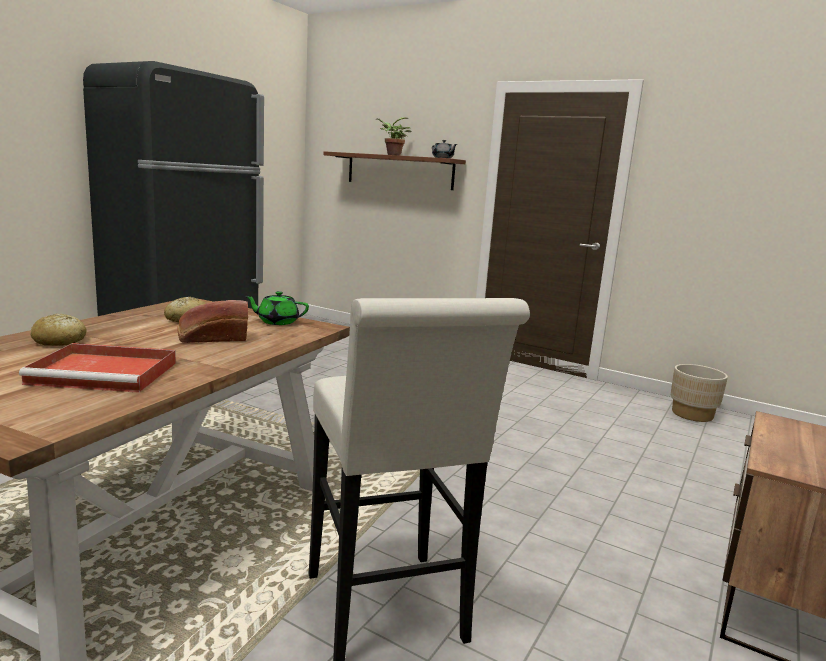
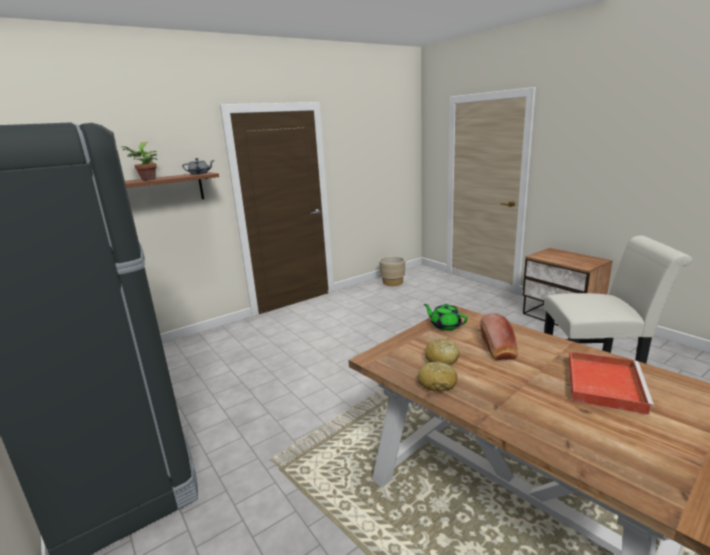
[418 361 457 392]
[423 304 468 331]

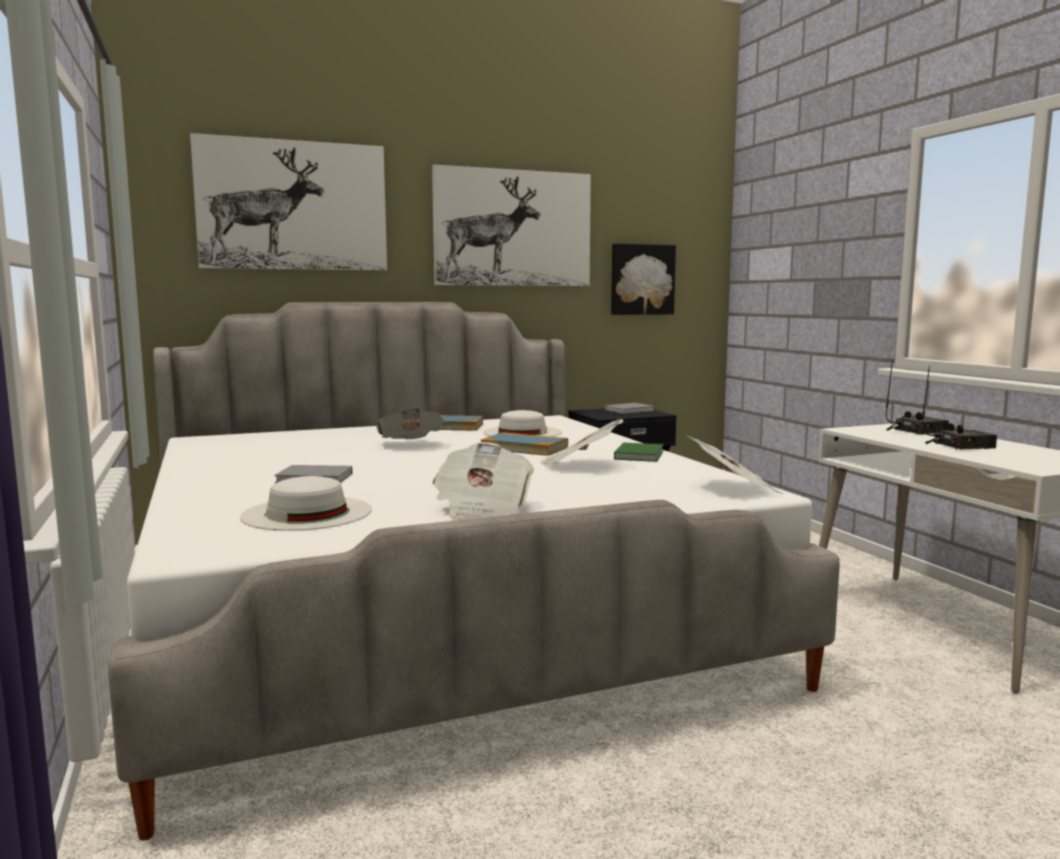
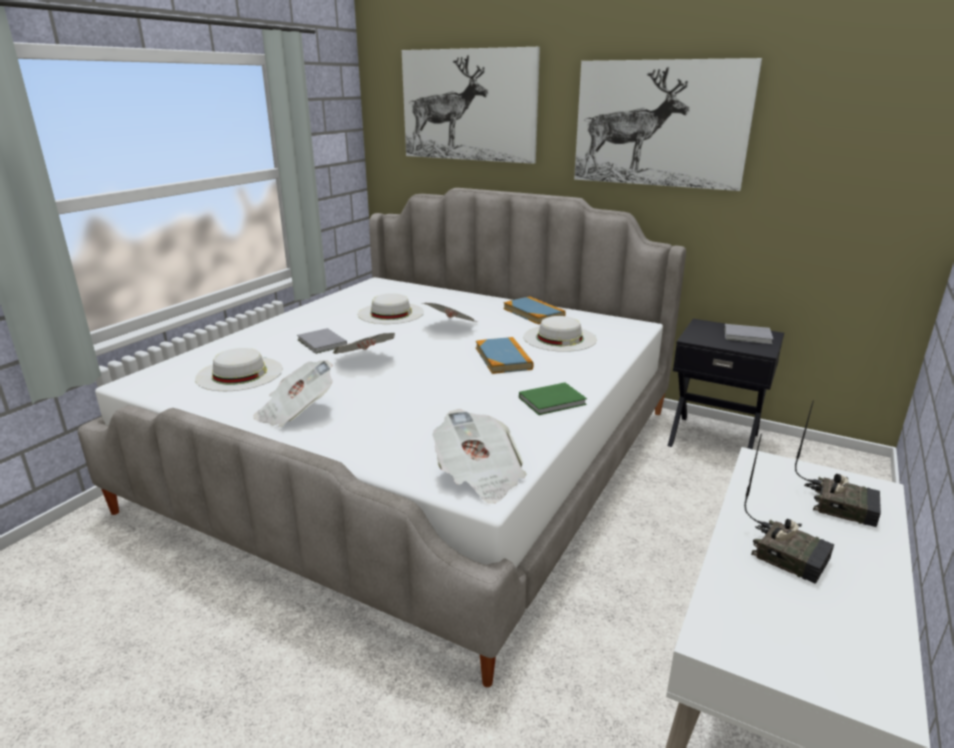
[333 333 395 354]
[611 244 676 315] (first image)
[358 293 424 324]

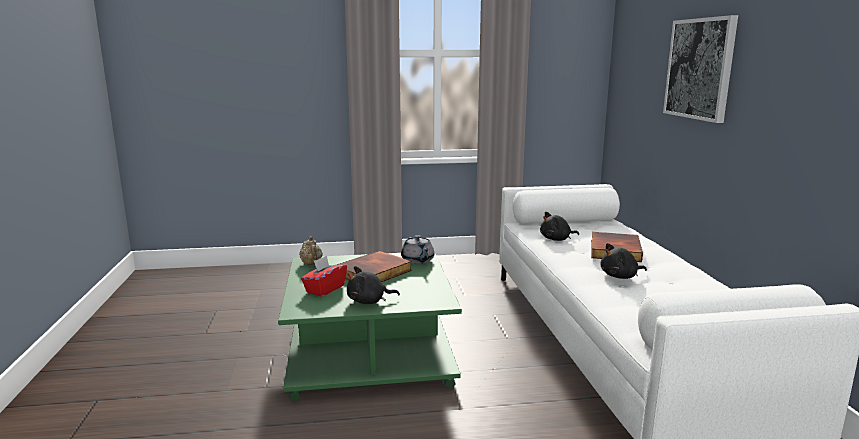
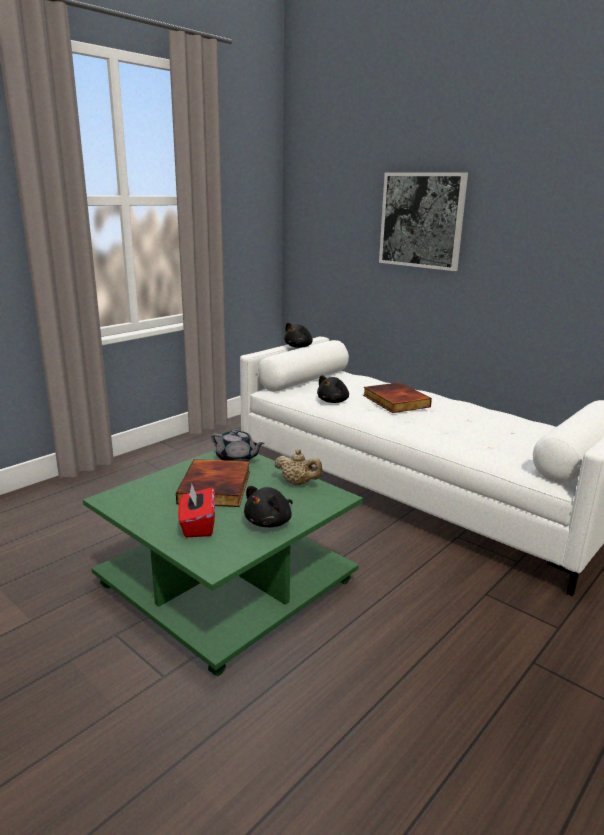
[274 449 323 485]
[284 323 313 348]

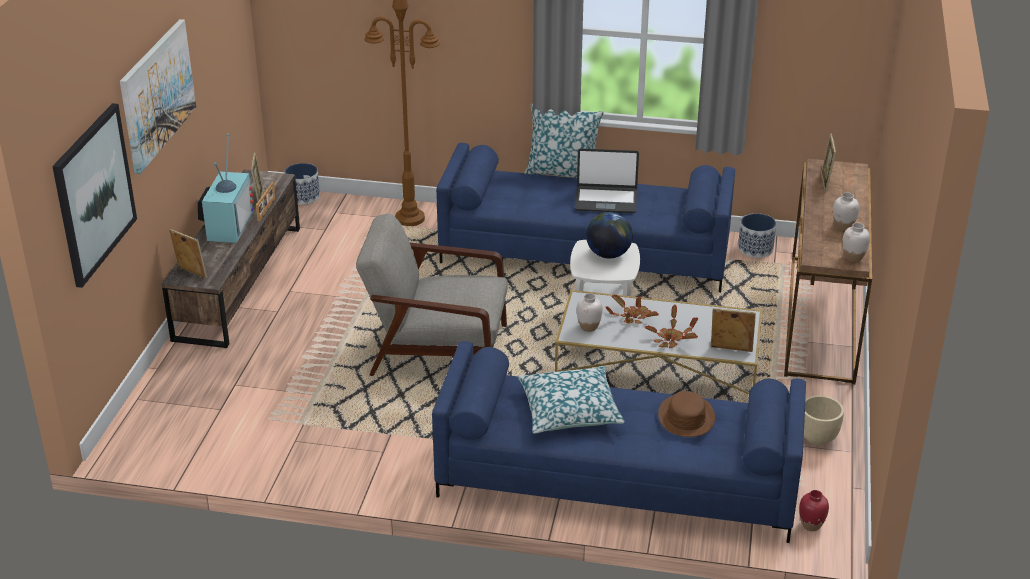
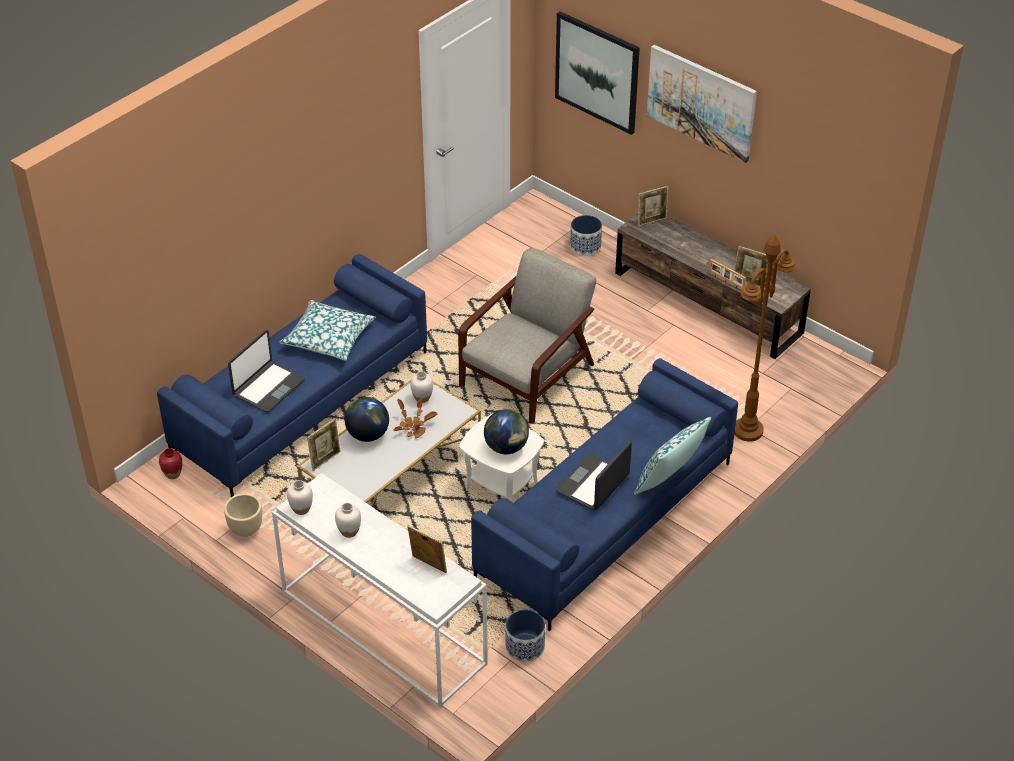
[198 133 254 243] (first image)
[570 215 602 256]
[345 397 389 442]
[228 330 305 413]
[272 473 488 708]

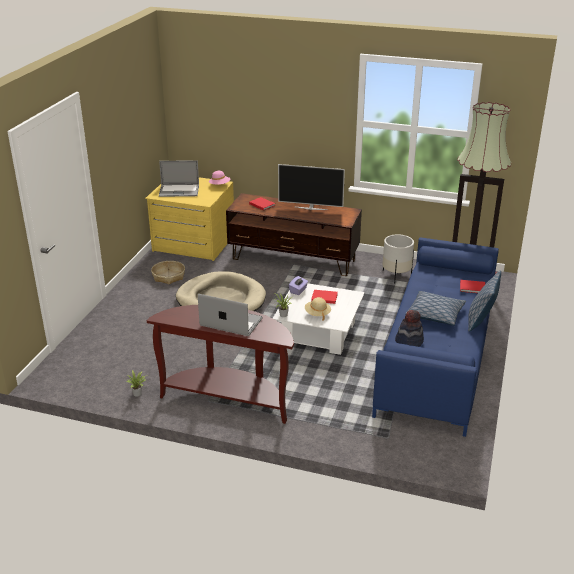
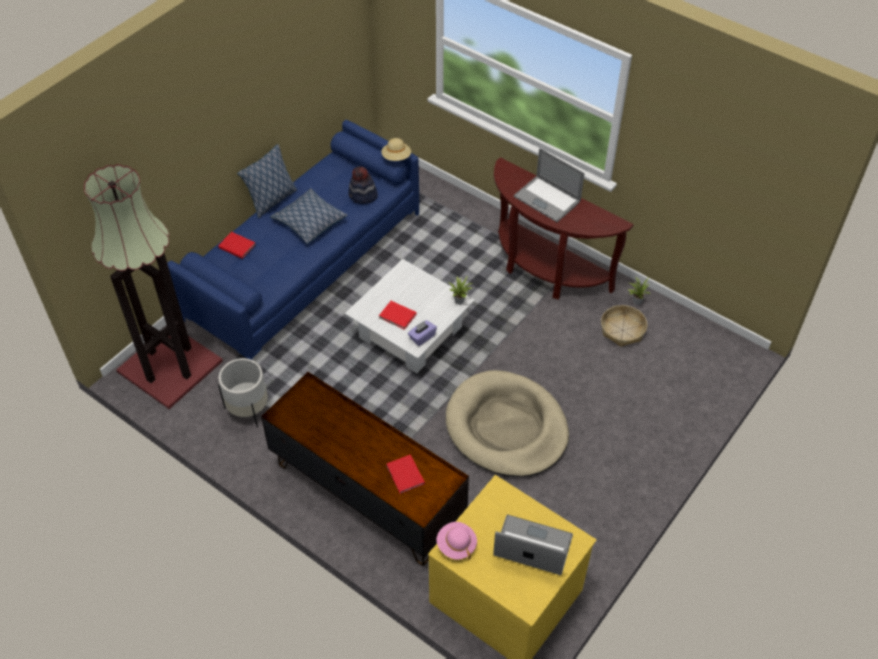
[601 305 647 347]
[278 164 345 210] (first image)
[381 138 411 161]

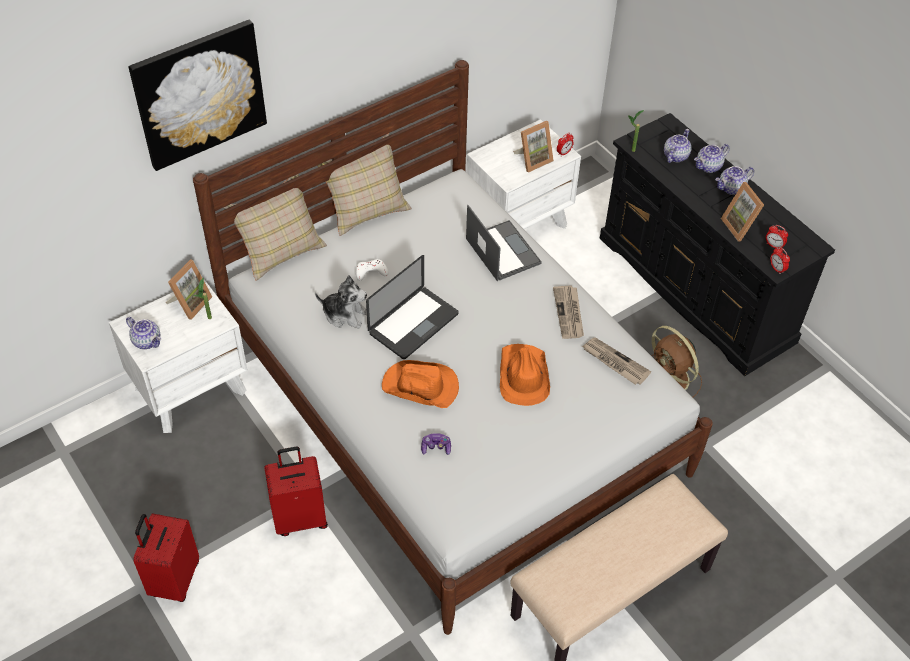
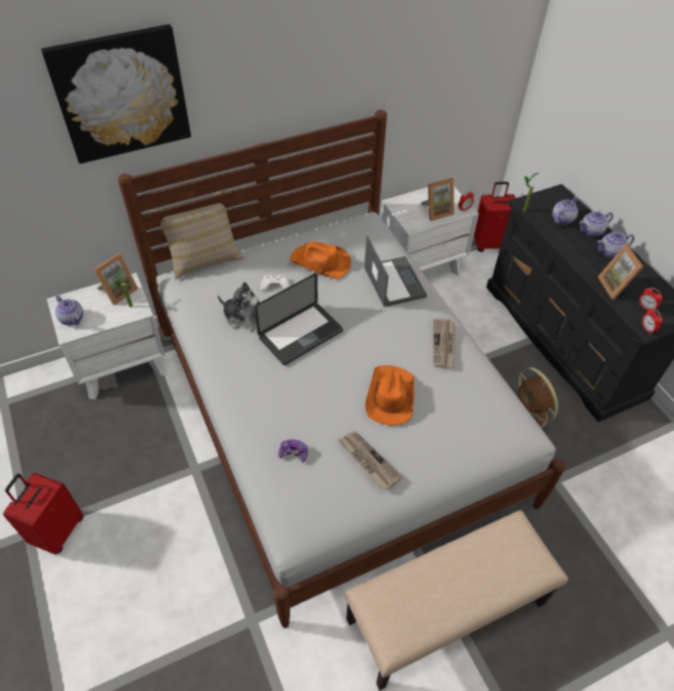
[474 182 515 252]
[317 133 412 236] (first image)
[290 241 351 279]
[338 432 403 490]

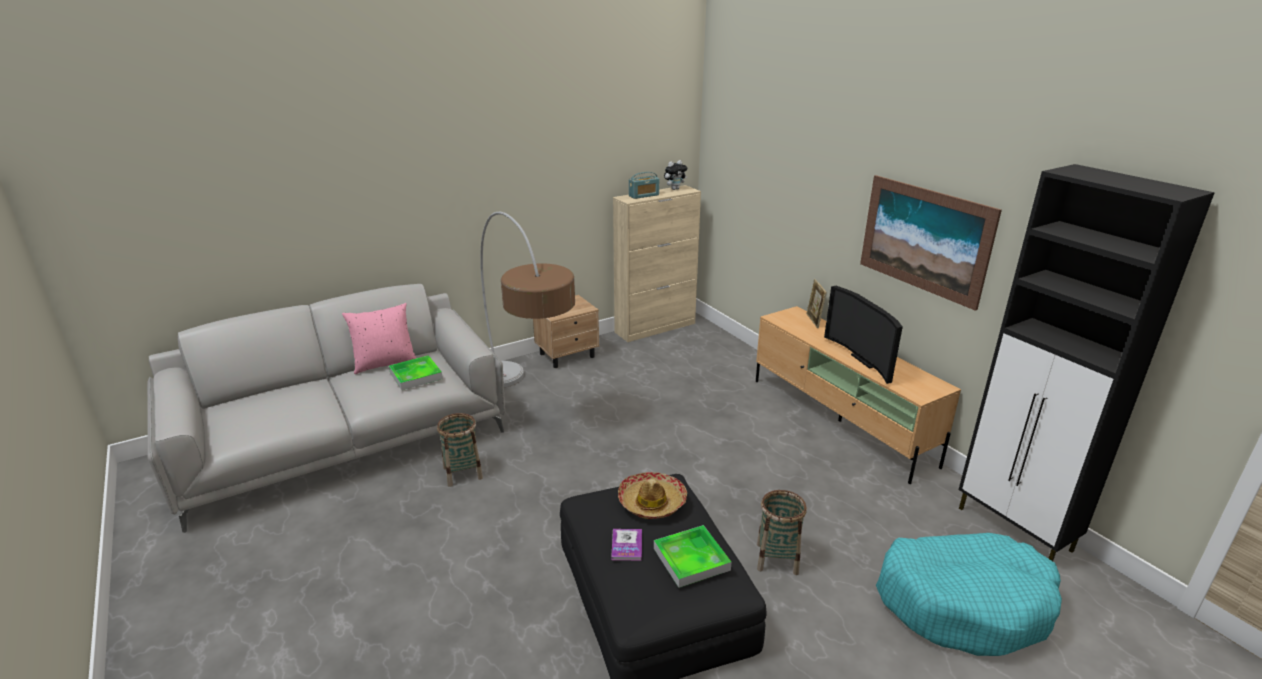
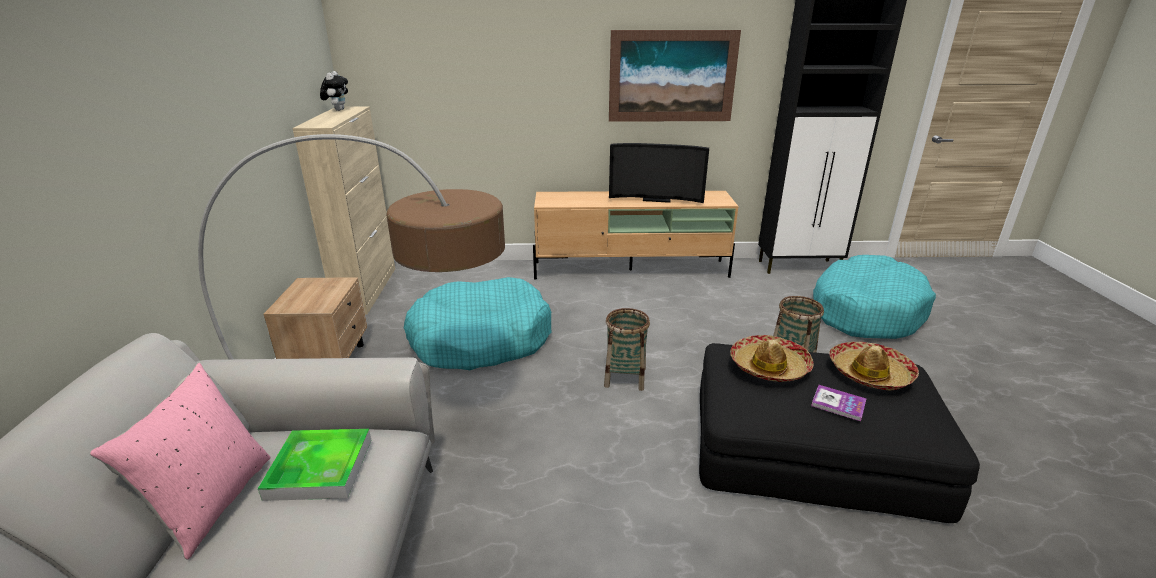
[604 308 650 391]
[629 172 659 199] (first image)
[829 342 919 390]
[806 279 827 328] (first image)
[404 277 551 370]

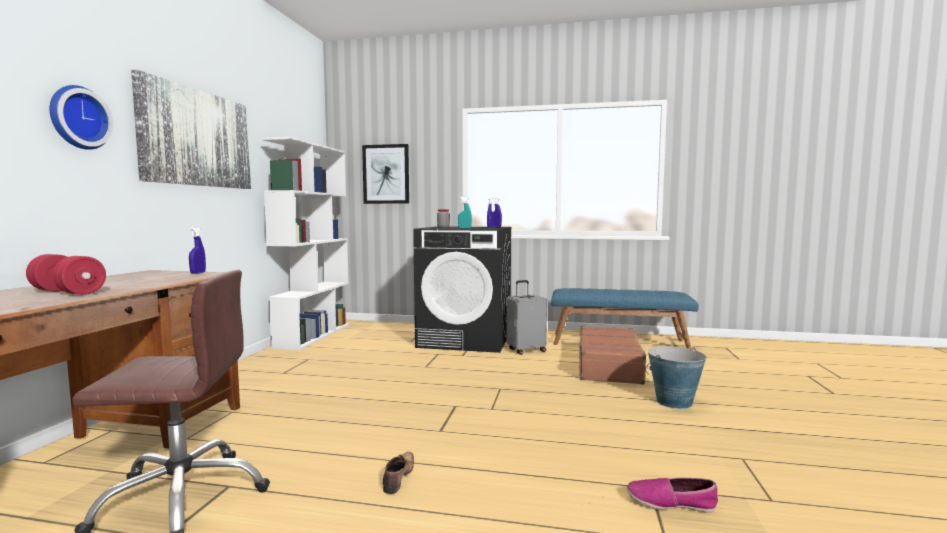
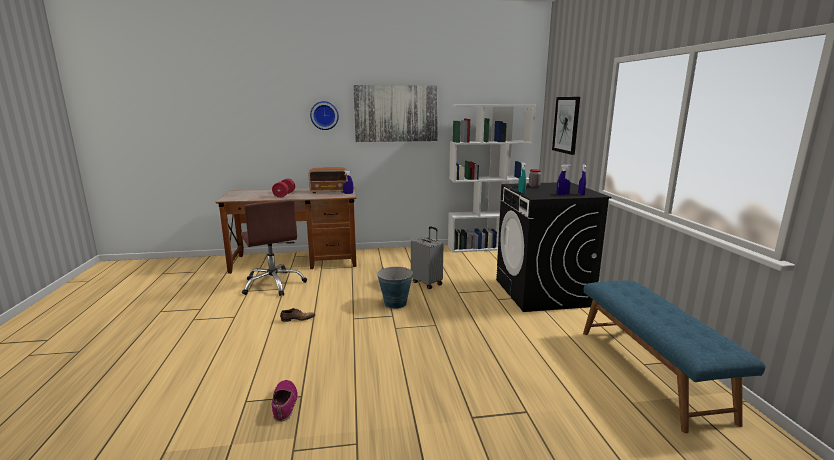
[411 226 443 289]
[579 326 649 385] (first image)
[377 267 414 309]
[309 167 347 193]

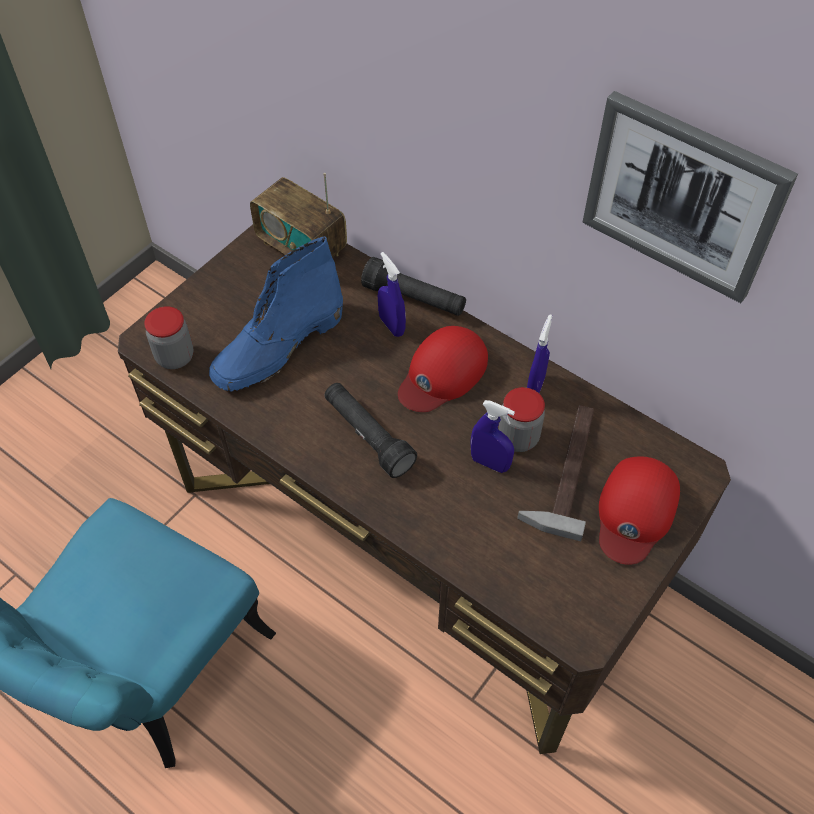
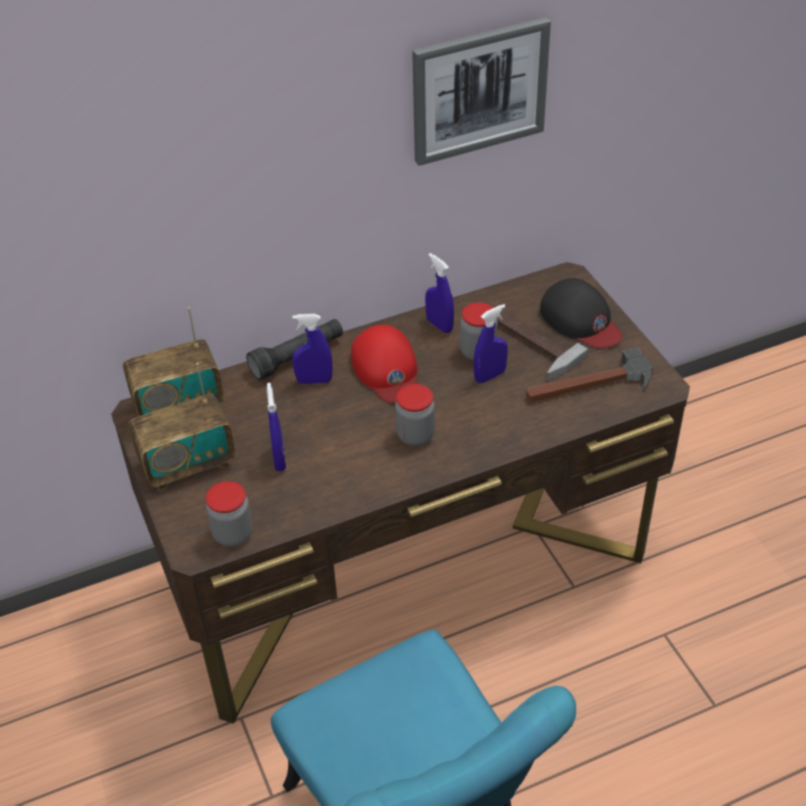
[267 383 286 471]
[395 384 435 446]
[540 278 622 348]
[129 363 235 491]
[526 347 653 403]

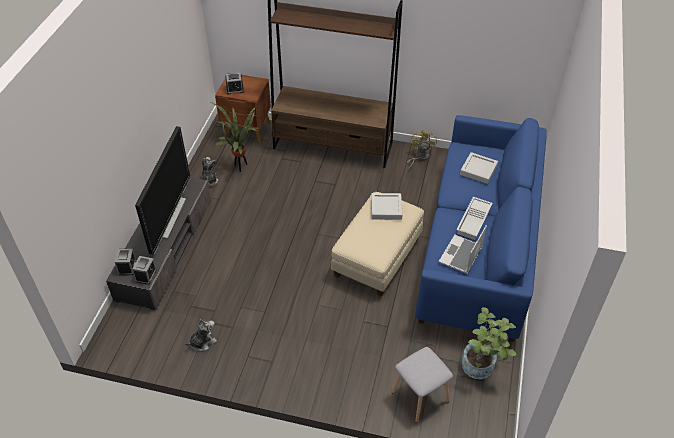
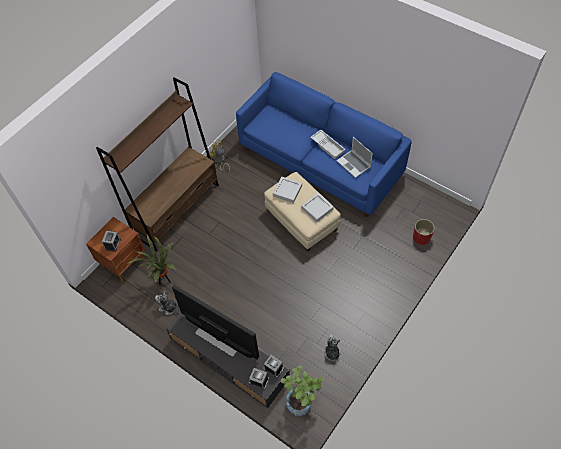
[413 219 435 245]
[301 193 334 222]
[281 365 324 416]

